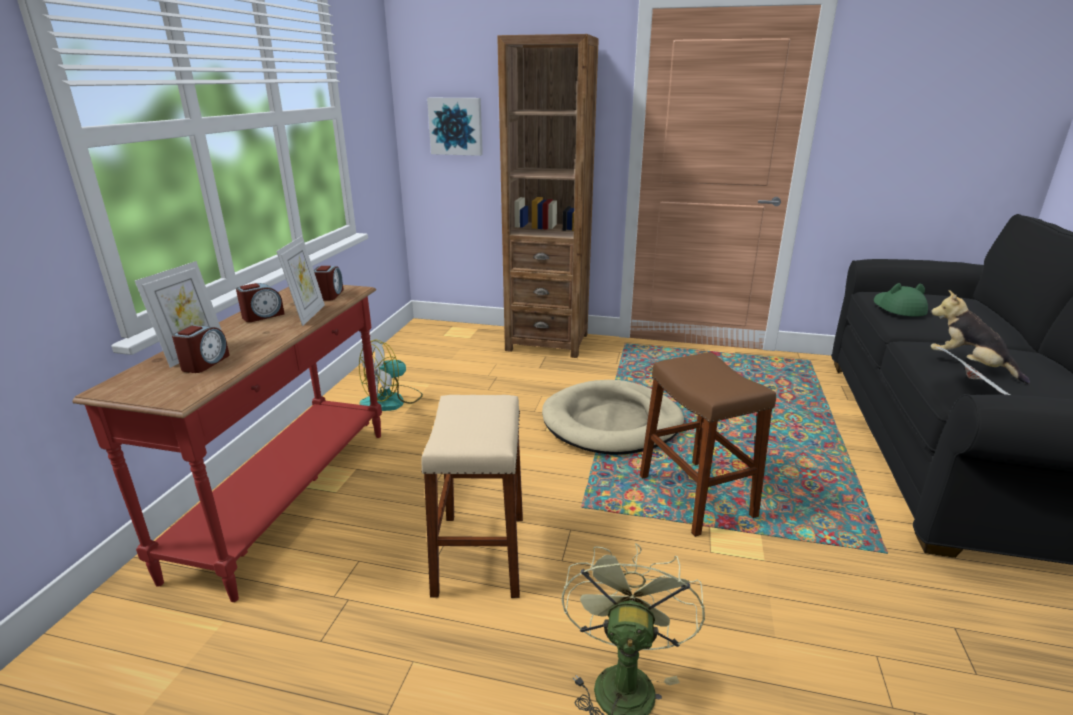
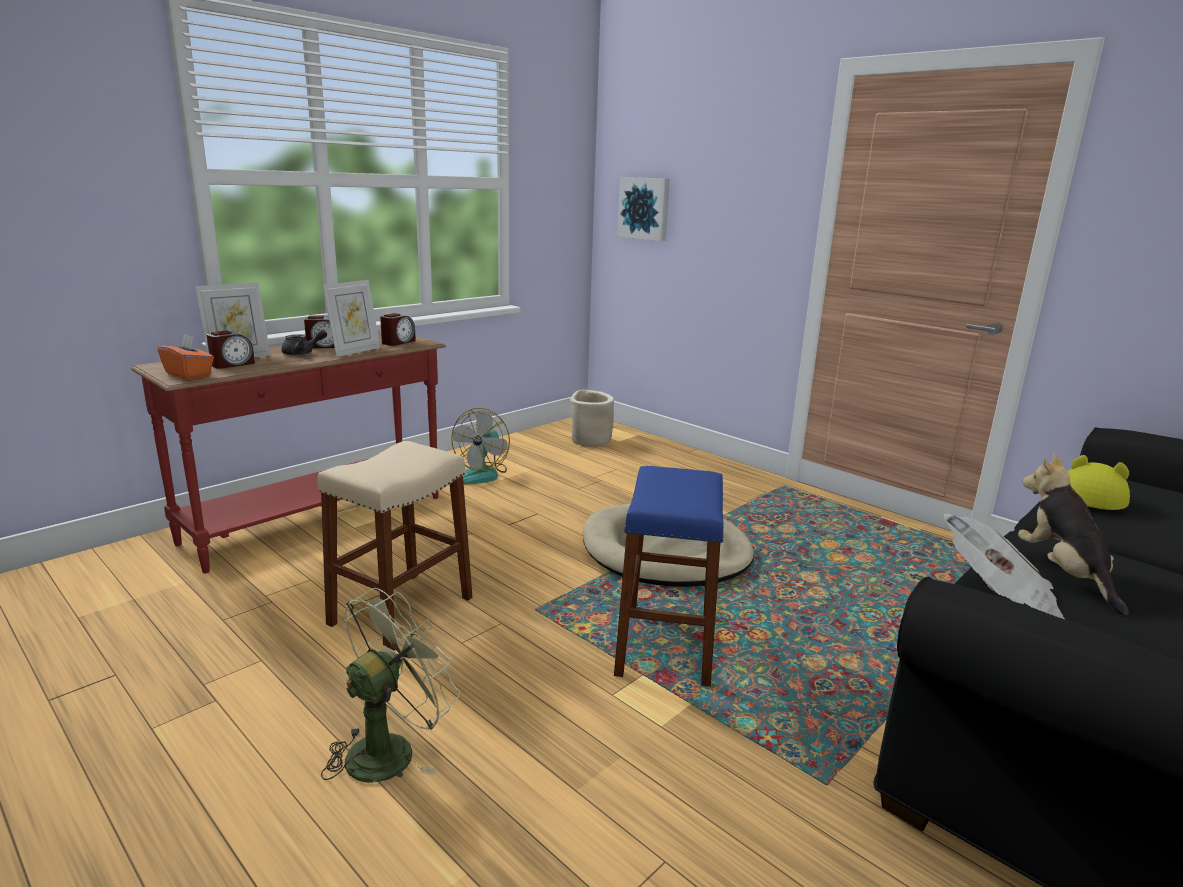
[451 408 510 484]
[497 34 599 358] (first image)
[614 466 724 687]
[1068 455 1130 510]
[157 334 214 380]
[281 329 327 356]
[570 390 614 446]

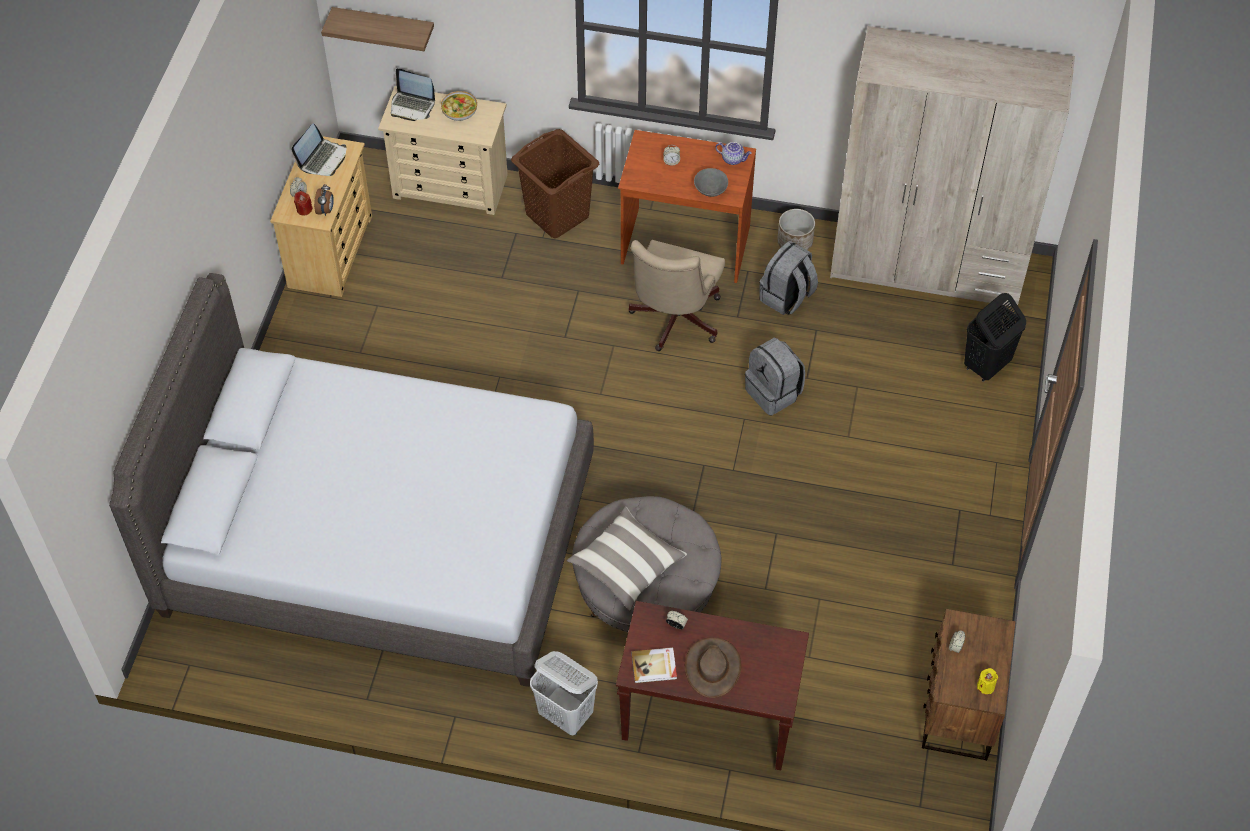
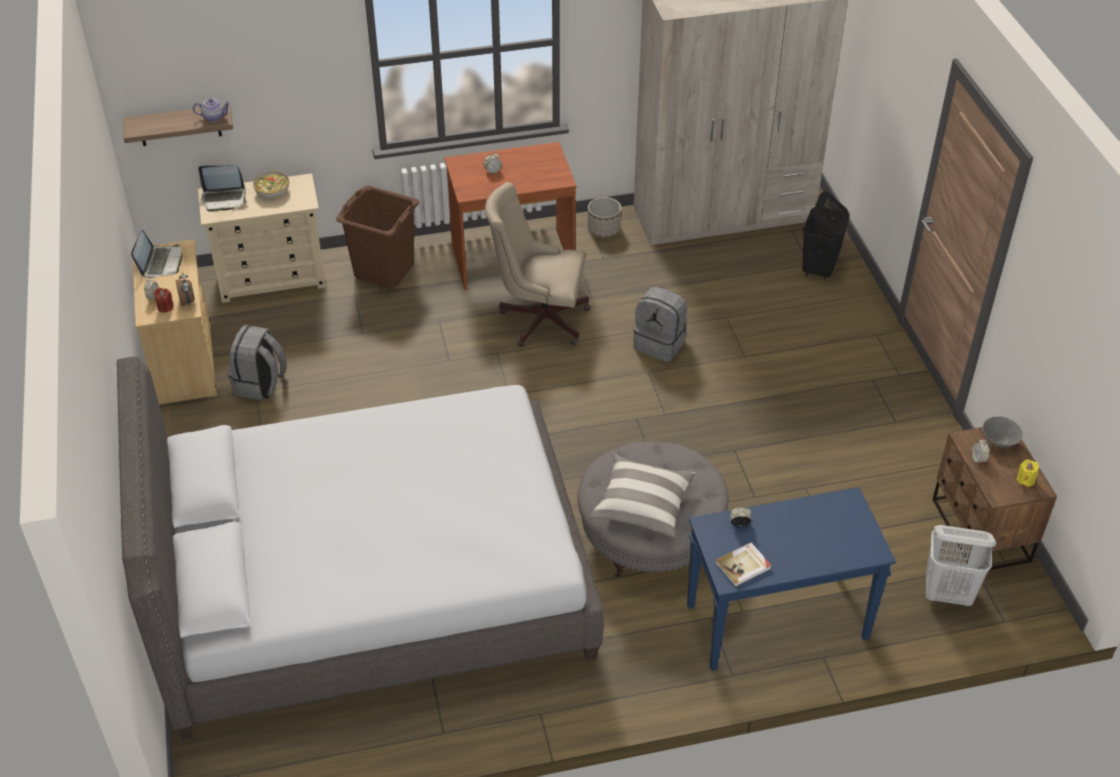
[926 525 996 607]
[687 487 896 671]
[485 182 590 347]
[685 637 741 698] (first image)
[983 416 1023 447]
[193 98 231 122]
[228 325 287 400]

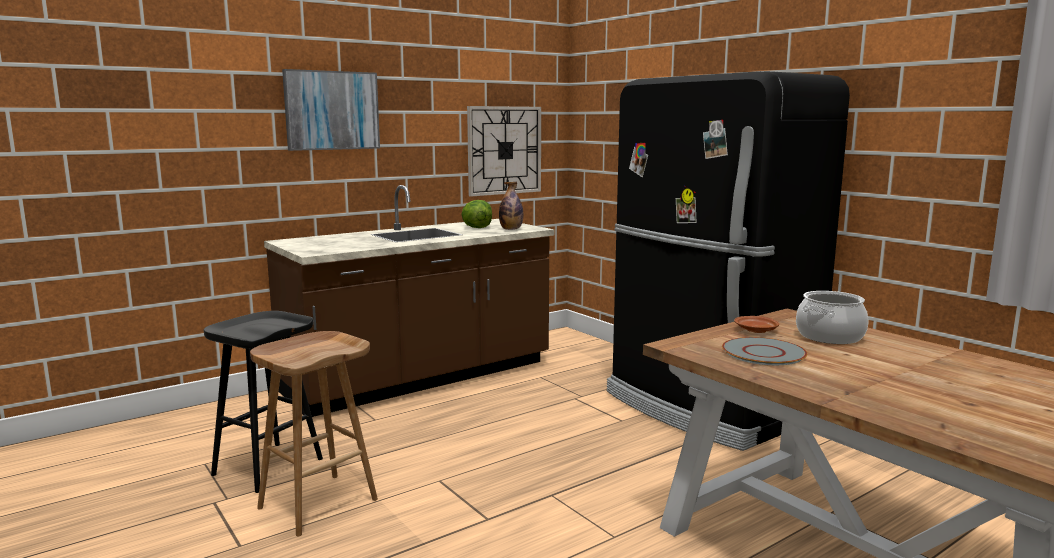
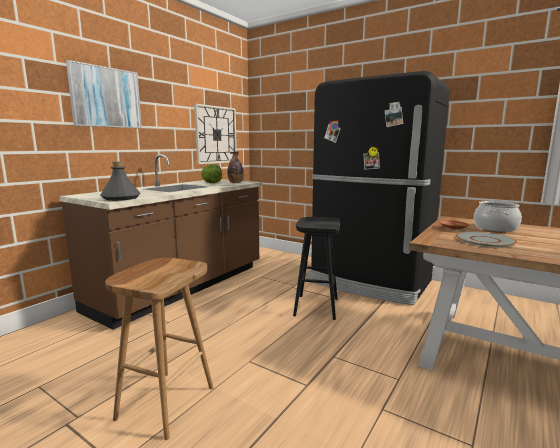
[293 217 340 320]
[100 161 141 201]

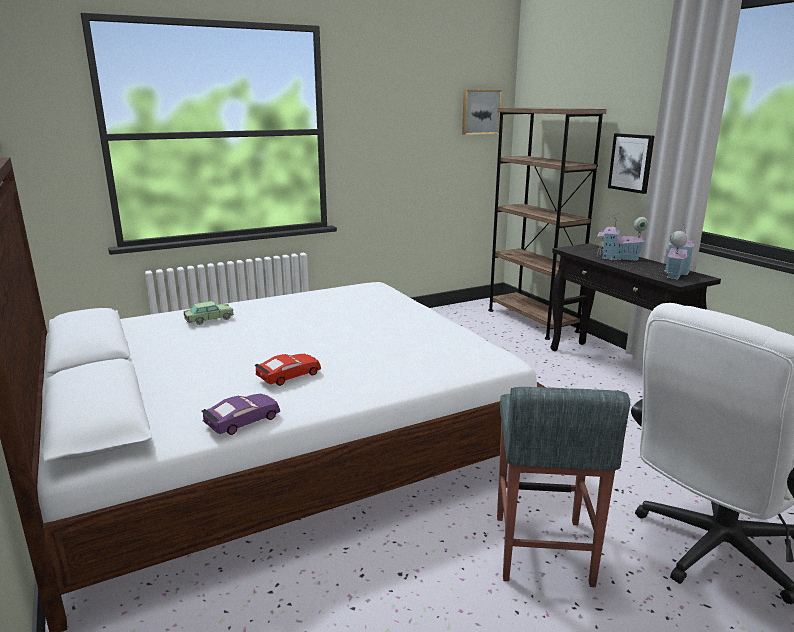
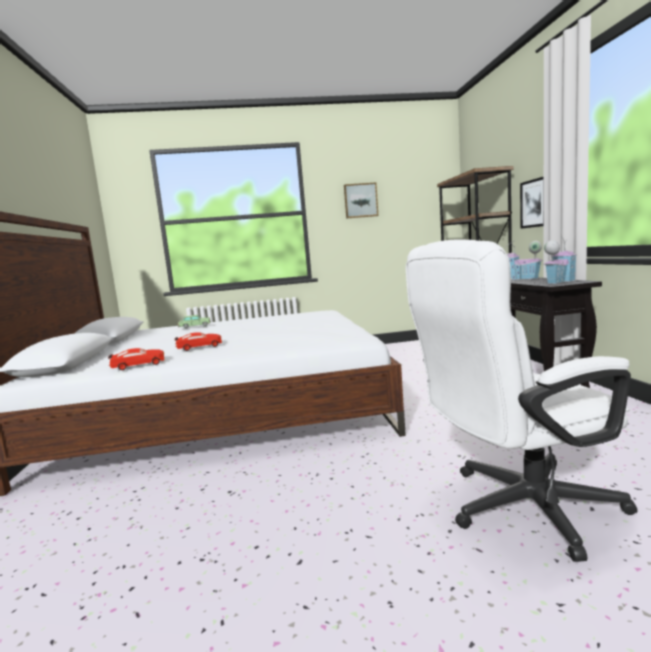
[108 348 164 370]
[344 182 378 219]
[497 387 630 587] (first image)

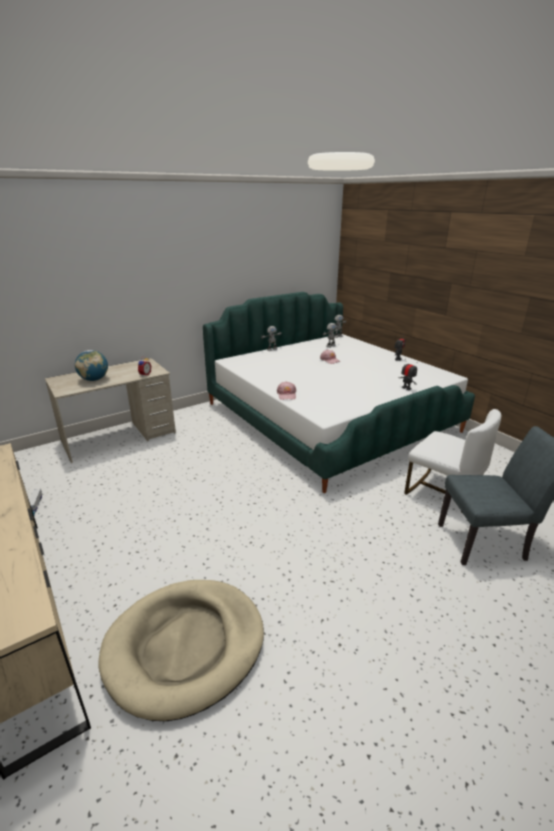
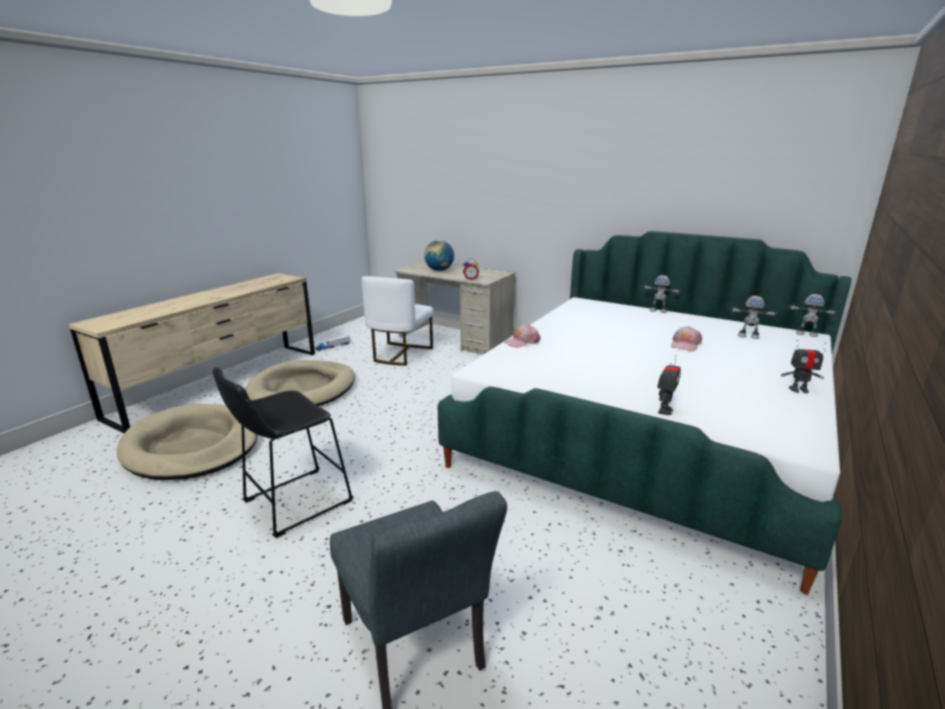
[362 276 433 366]
[213 367 353 538]
[245 360 355 406]

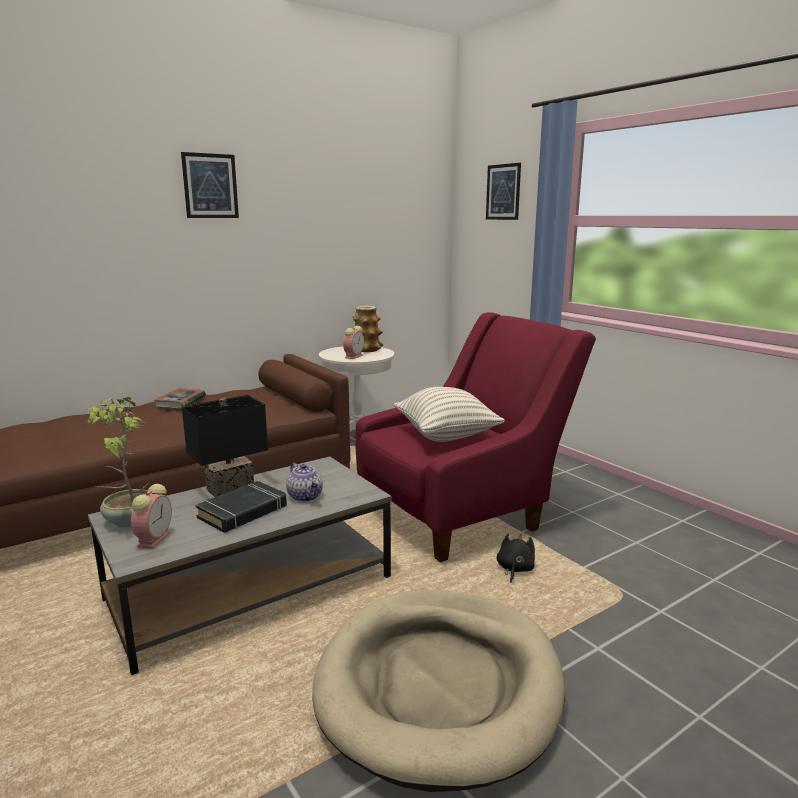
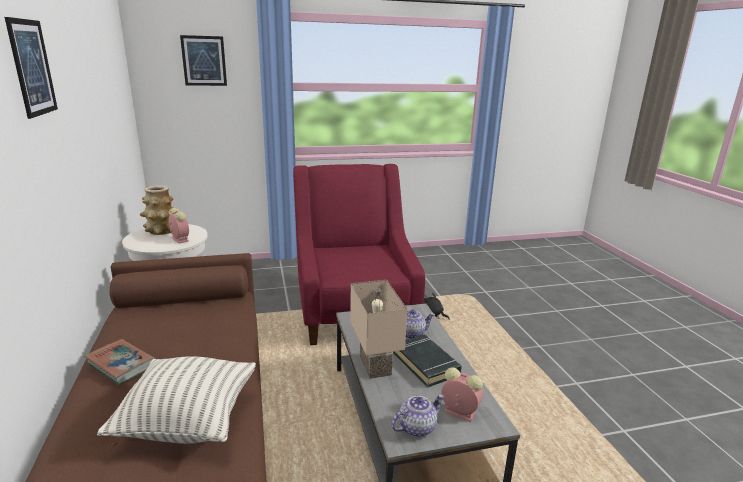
[391 395 445 437]
[350 280 407 379]
[312 590 565 792] (first image)
[97 356 256 444]

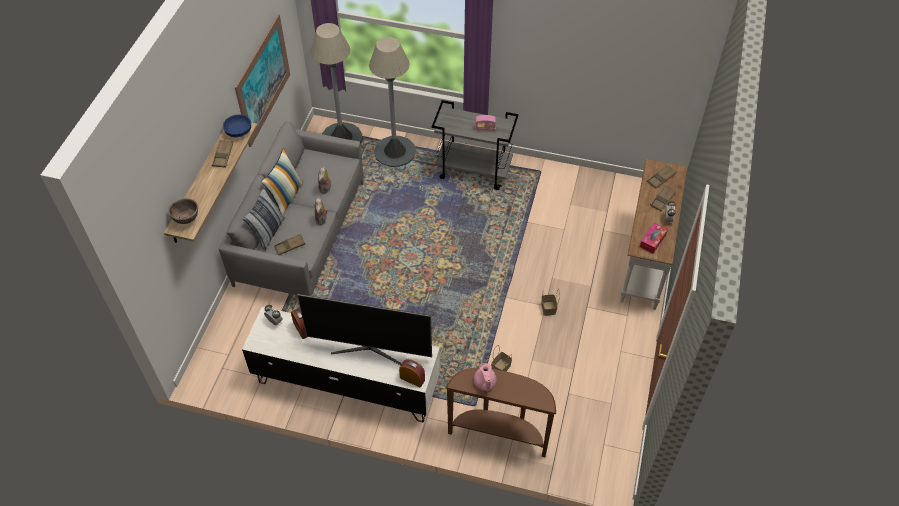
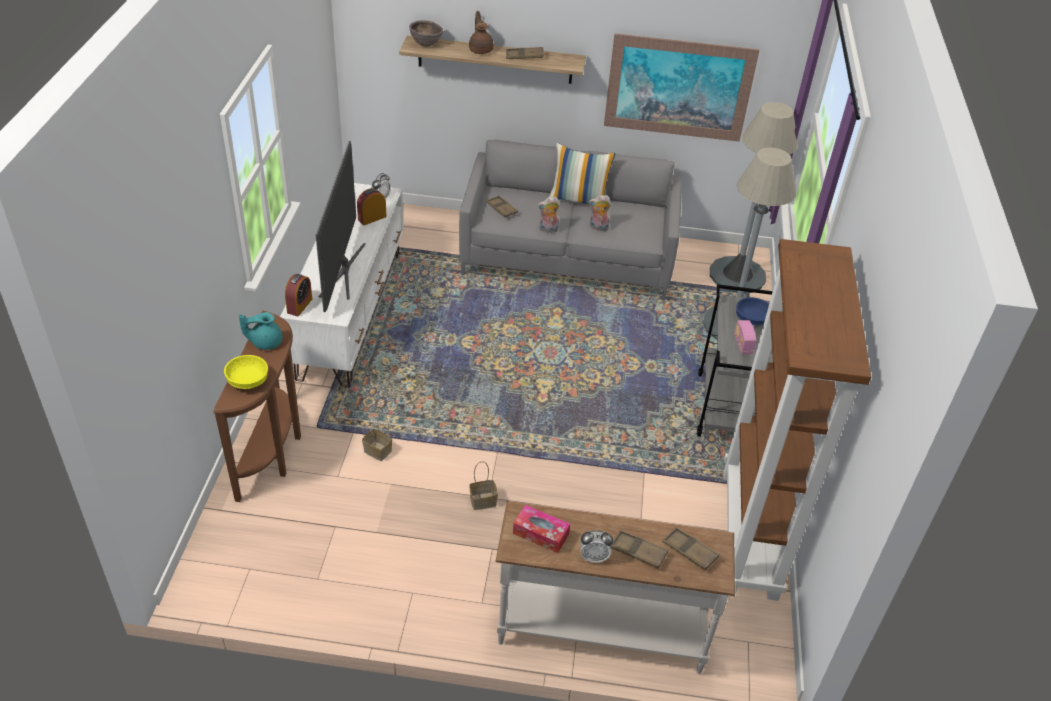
[736 297 769 325]
[243 187 285 251] (first image)
[239 312 282 350]
[224 355 268 389]
[469 11 494 54]
[724 239 871 601]

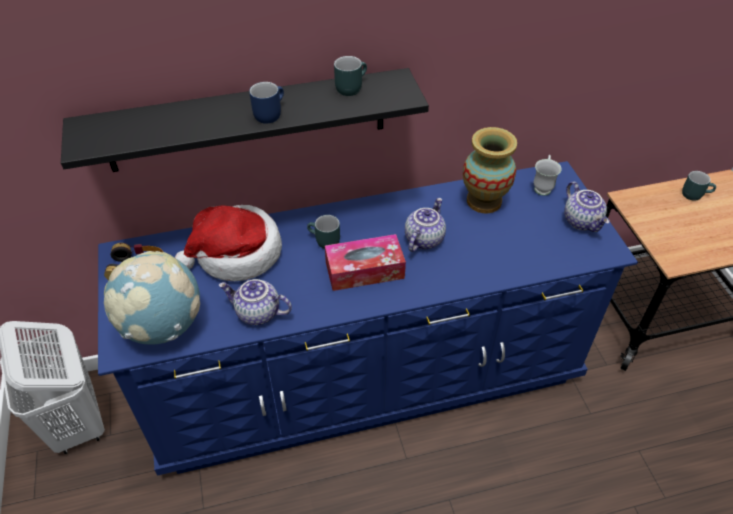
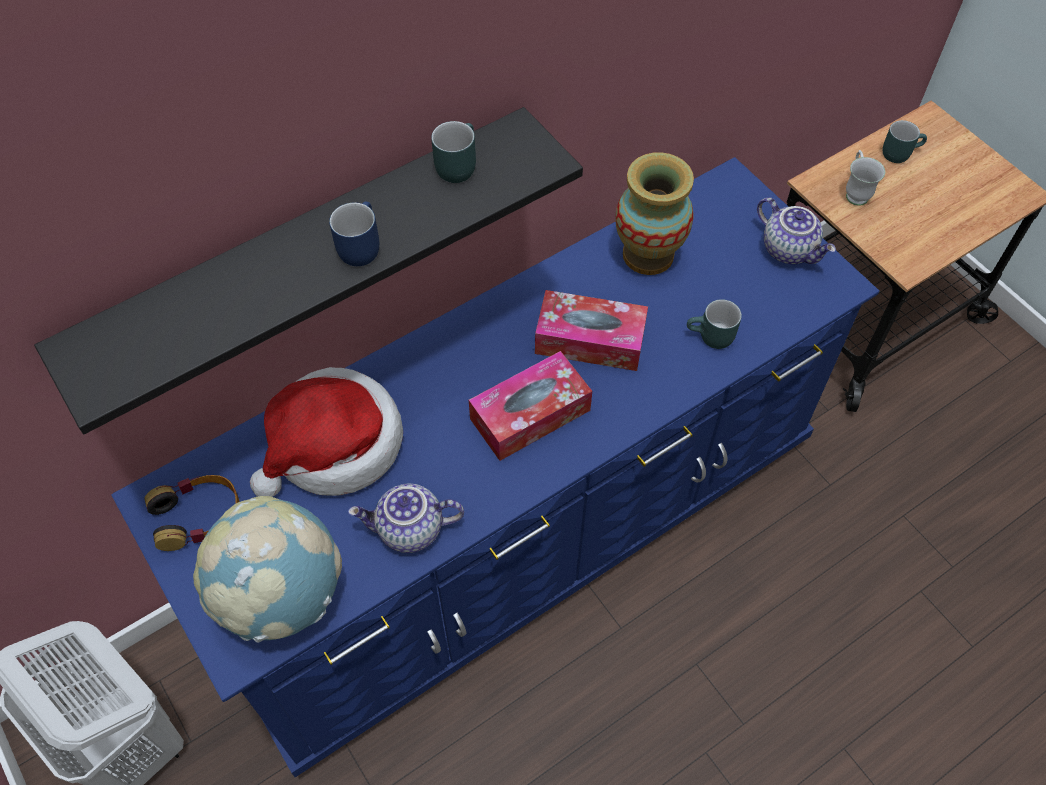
[687 299 742 349]
[535 290 648 371]
[846 150 885 206]

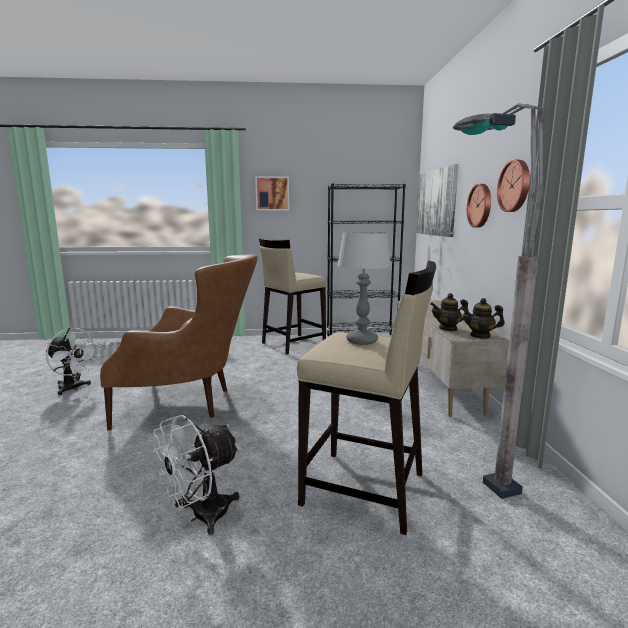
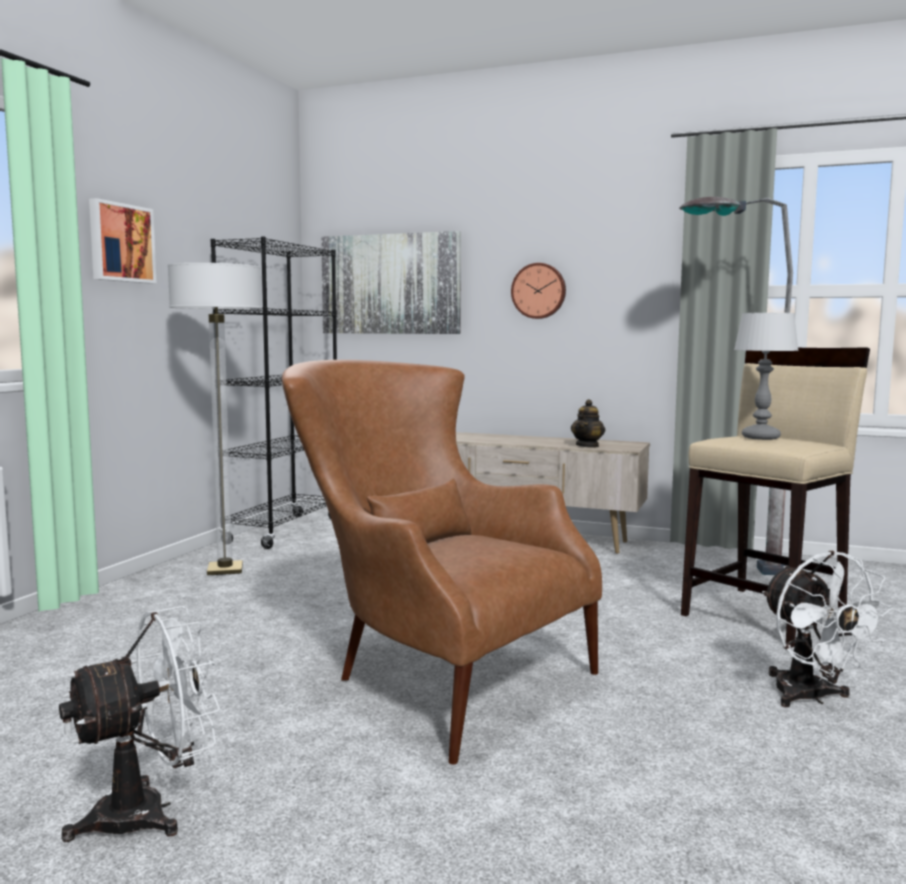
[282 360 602 764]
[168 263 262 575]
[461 298 505 338] (first image)
[497 160 530 212] (first image)

